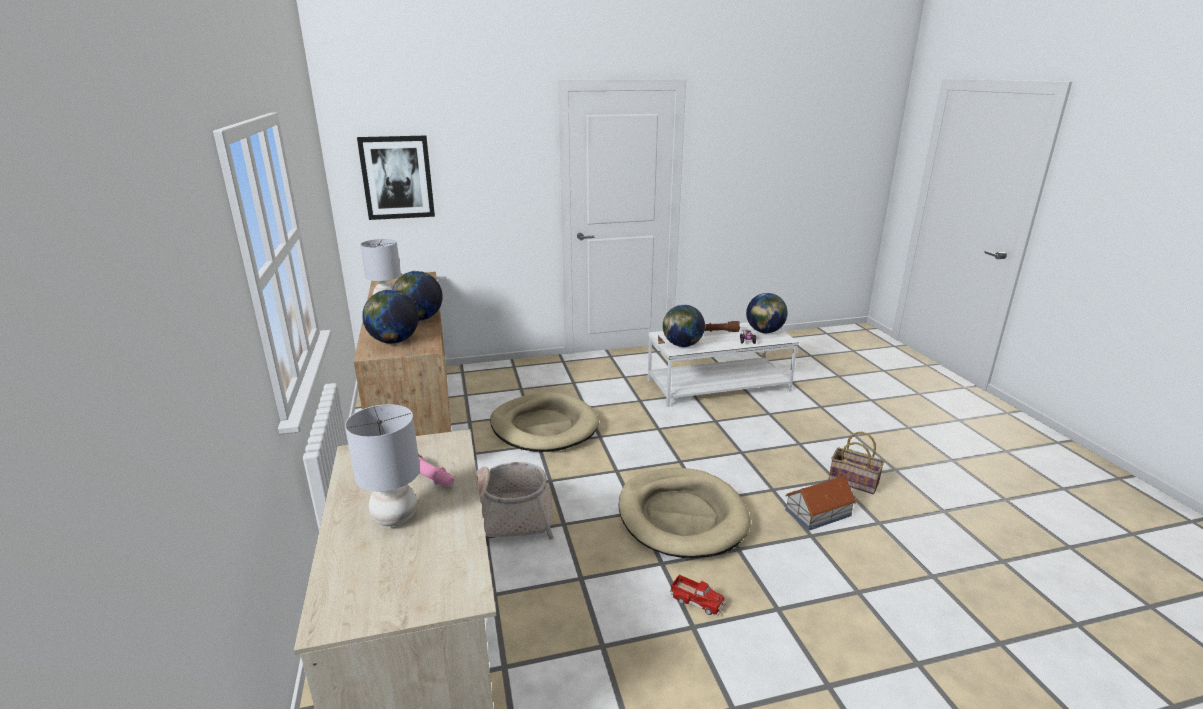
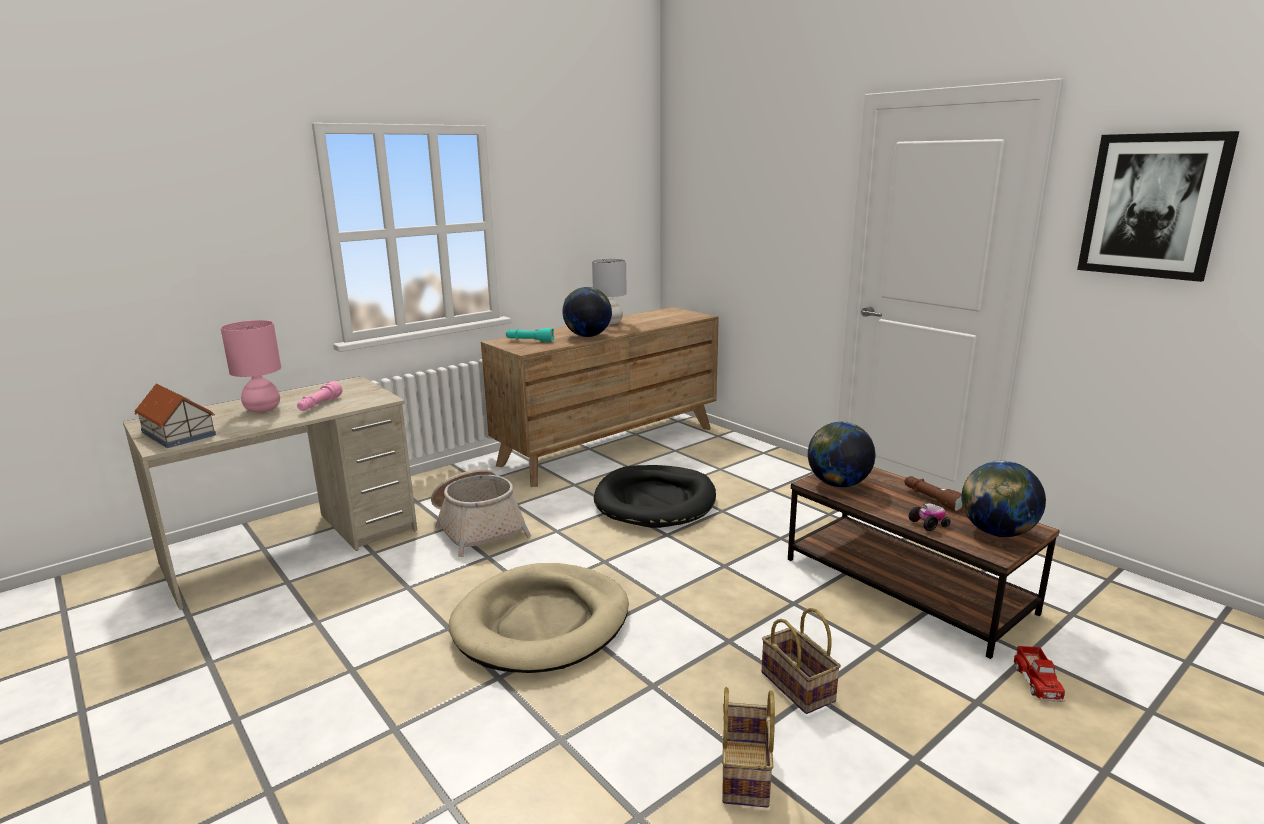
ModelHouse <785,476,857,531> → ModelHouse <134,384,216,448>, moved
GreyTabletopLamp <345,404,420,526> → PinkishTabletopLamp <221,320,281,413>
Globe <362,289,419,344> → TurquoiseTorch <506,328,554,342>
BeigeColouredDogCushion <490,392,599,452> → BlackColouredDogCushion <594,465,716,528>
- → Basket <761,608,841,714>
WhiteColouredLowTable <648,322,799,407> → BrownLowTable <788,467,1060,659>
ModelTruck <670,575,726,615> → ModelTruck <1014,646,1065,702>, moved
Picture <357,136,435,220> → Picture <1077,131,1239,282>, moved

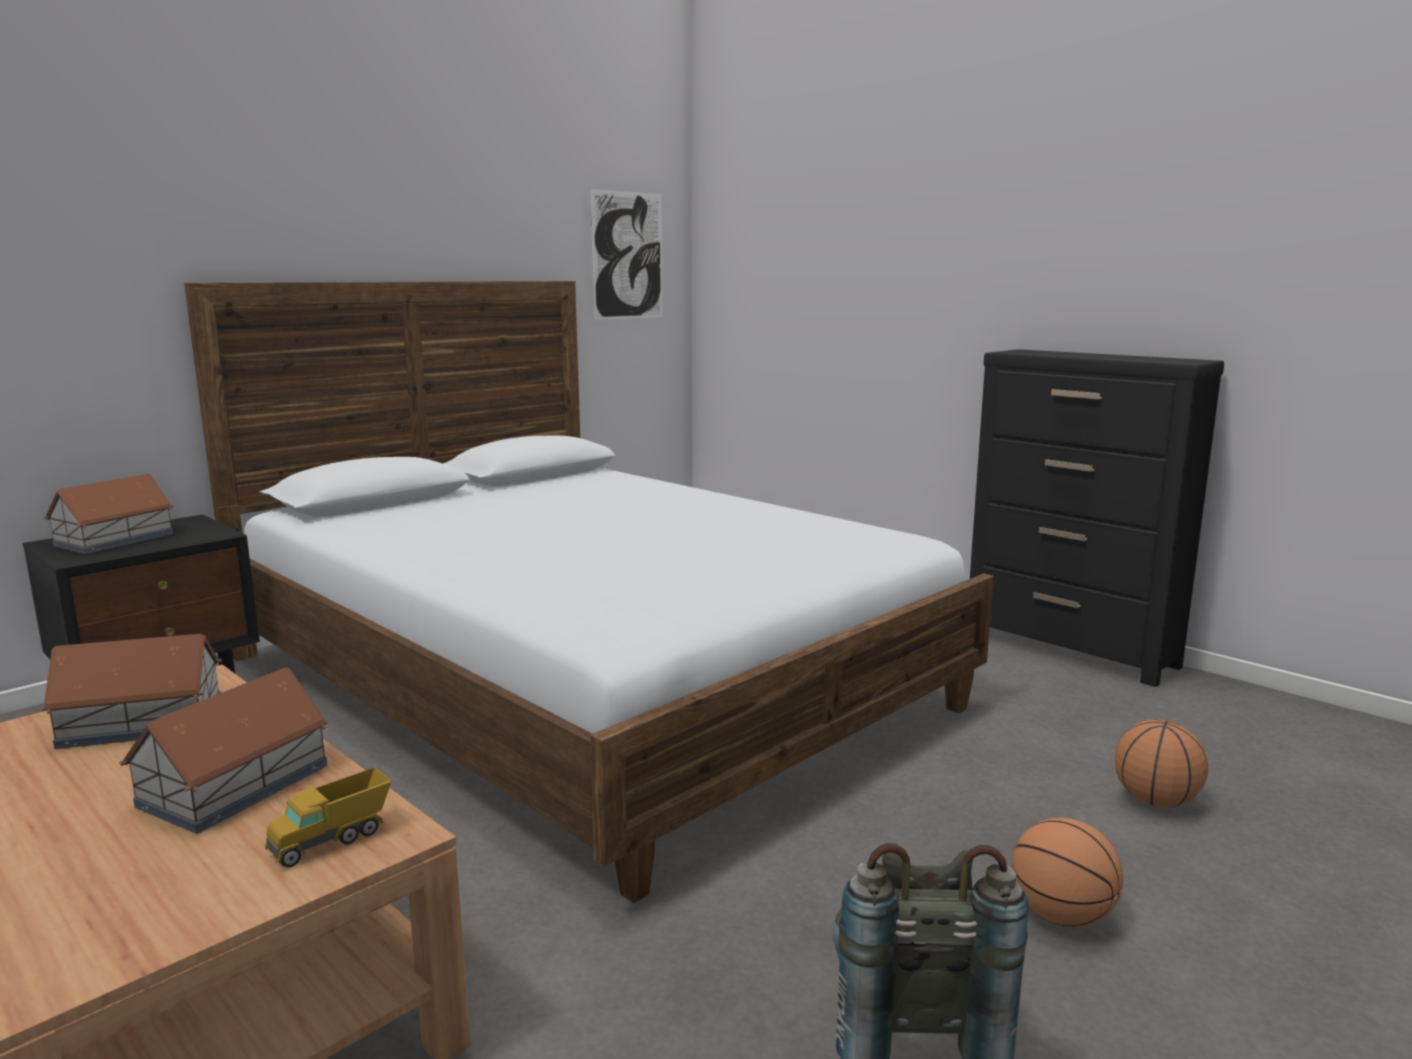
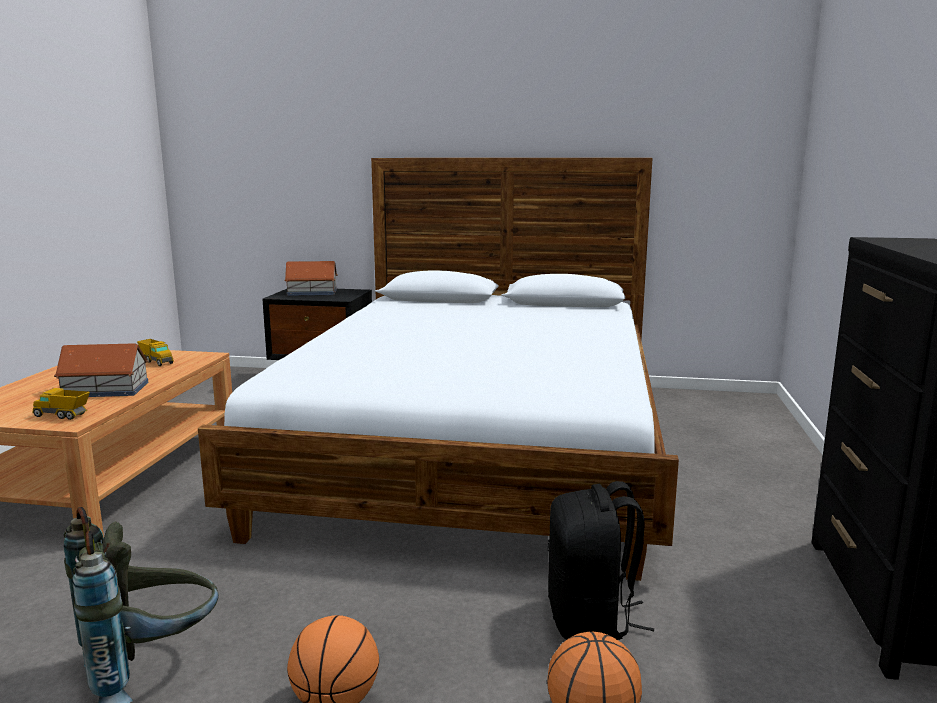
ModelHouse <41,634,222,749> → ModelTruck <137,339,174,366>
- → BlackColouredBackpack <548,481,654,640>
Picture <590,189,663,320> → -

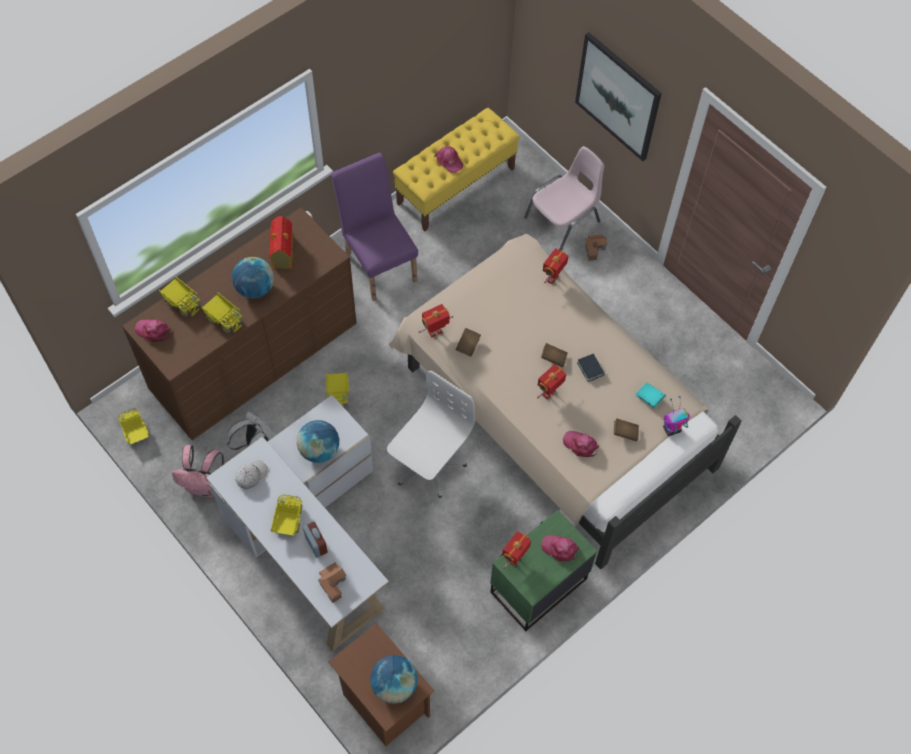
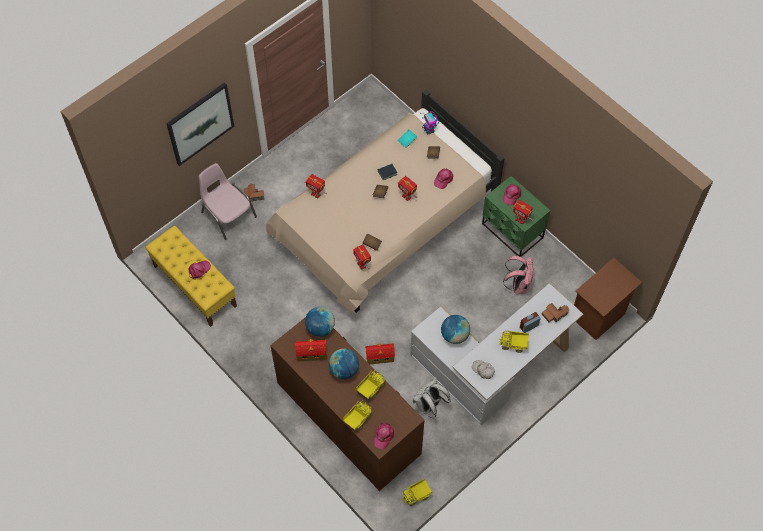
Globe <370,655,418,704> → Globe <305,307,335,337>, moved
ModelTruck <326,372,349,406> → ModelHouse <365,343,395,364>
PinkishBackpack <172,445,224,497> → PinkishBackpack <503,255,533,294>, moved
PurplishPlainChair <331,153,418,301> → -
WhiteColouredDeskChair <387,371,475,498> → -

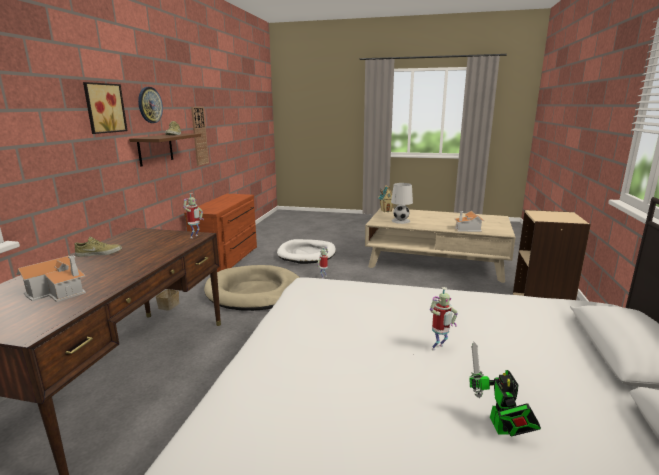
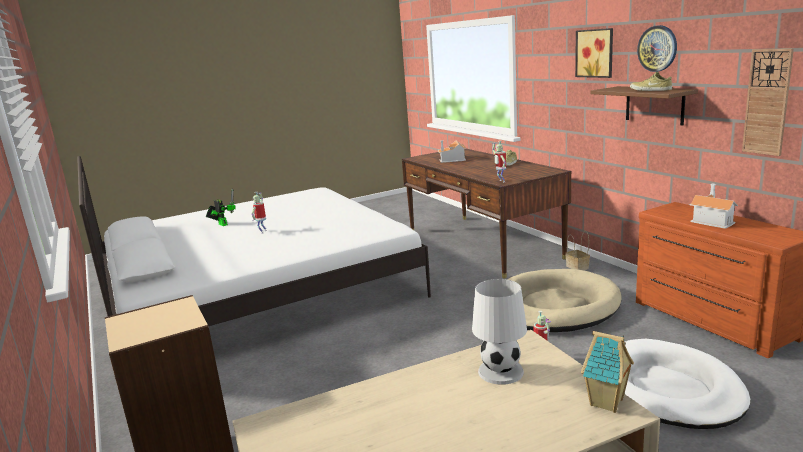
ModelHouse <455,211,484,232> → ModelHouse <689,184,738,229>, moved

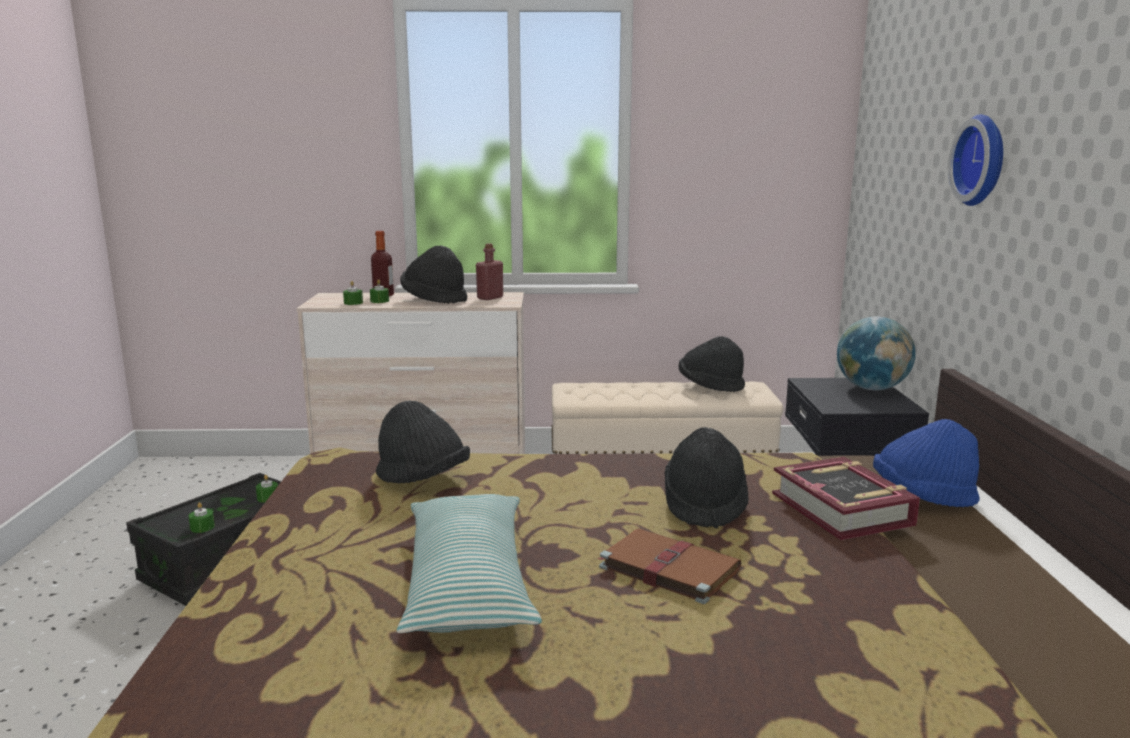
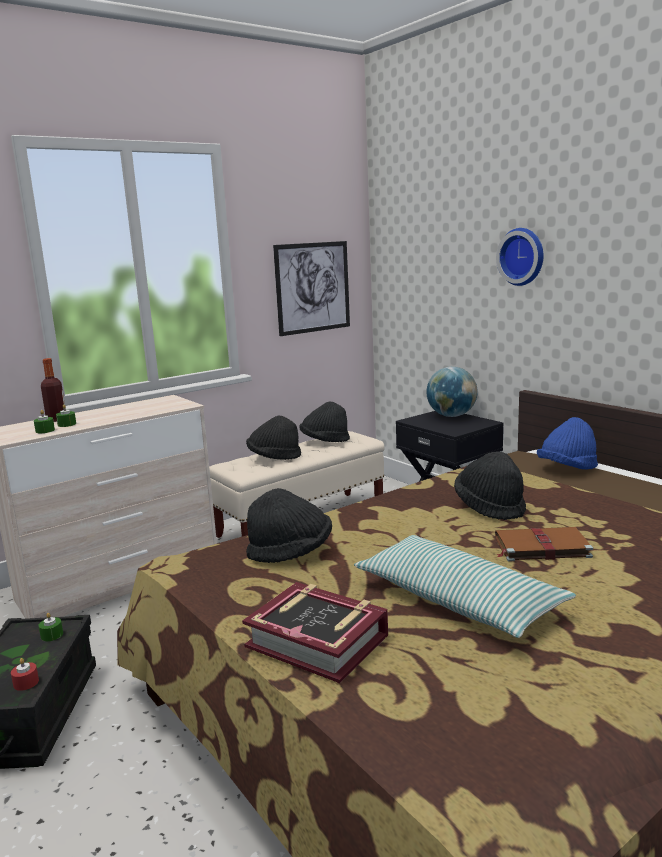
GreenColouredCandle <189,503,215,533> → RedColouredCandle <11,658,39,691>
Volume <772,457,920,540> → Volume <242,582,388,683>, moved
BlackColouredClothingHat <400,246,467,304> → BlackColouredClothingHat <246,416,301,460>, moved
- → Picture <273,241,350,336>
RedColouredDrinkBottle <476,243,503,300> → -

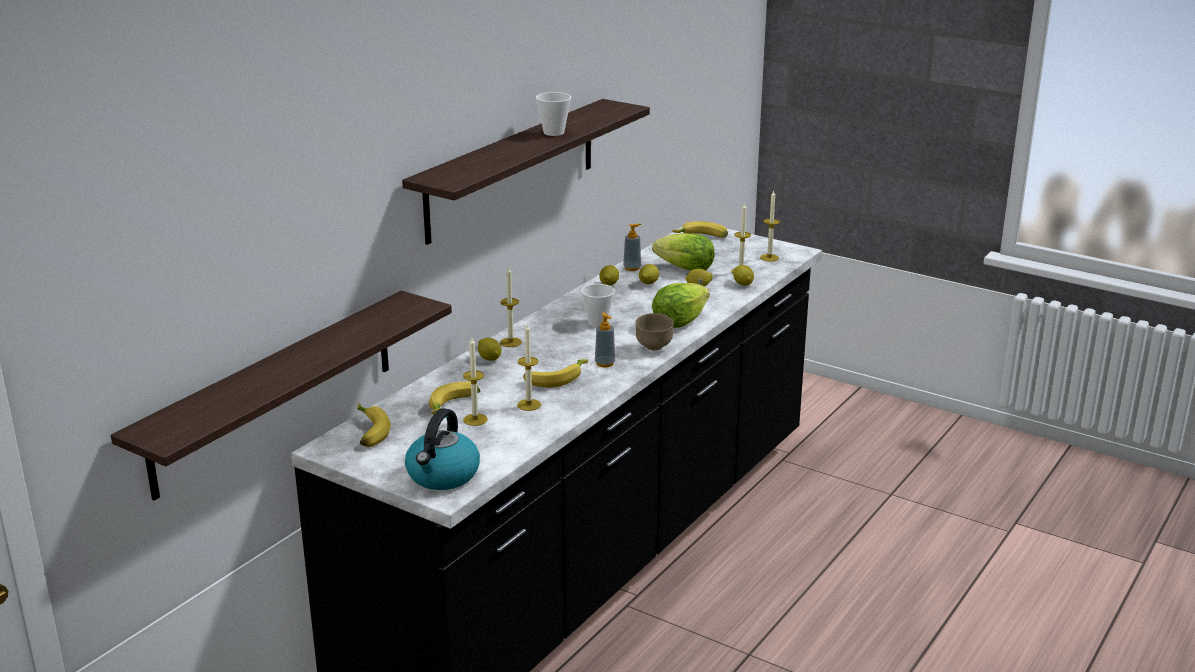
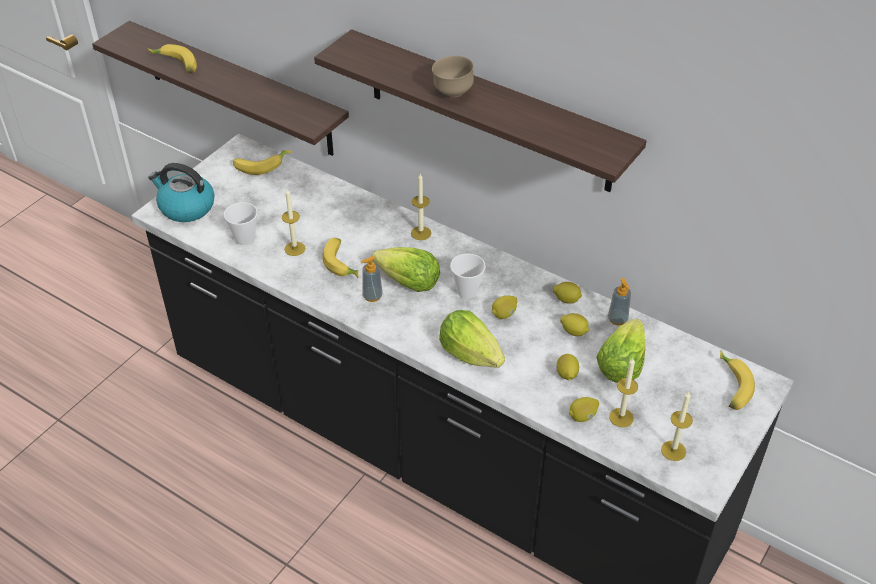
WholeBanana <429,382,480,414> → WholeBanana <148,44,197,73>, moved
SmallCup <536,92,571,136> → SmallCup <224,202,258,245>, moved
- → Lettuce <372,247,440,292>
BrownBowl <635,313,674,351> → BrownBowl <432,56,474,97>, moved
Lemon <478,338,501,361> → Lemon <492,295,518,319>, moved
Candle <463,338,488,426> → -

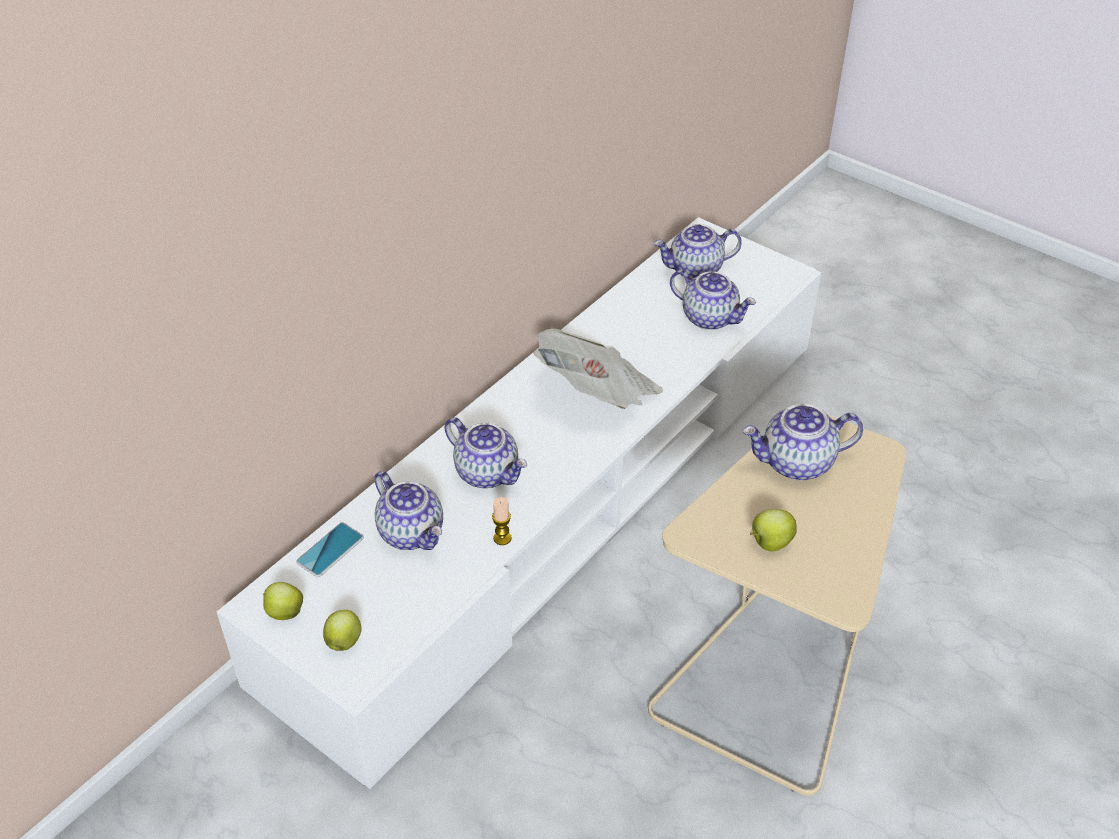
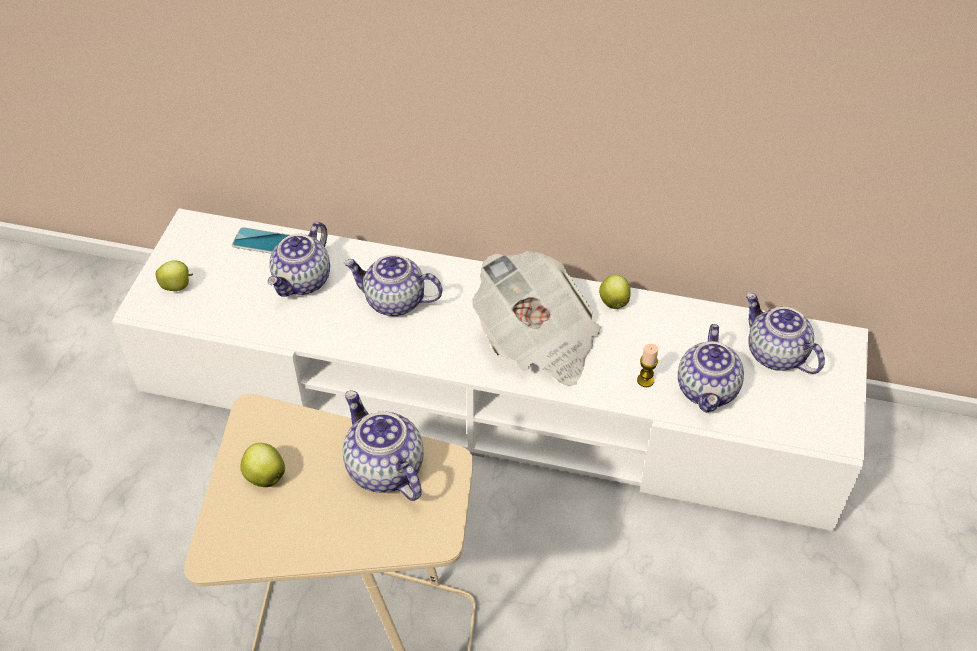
Teapot <444,417,527,488> → Teapot <344,254,443,316>, 90 degrees clockwise
WholeApple <263,582,303,620> → WholeApple <599,275,631,309>, moved
Candle <492,497,512,545> → Candle <637,344,658,387>, moved

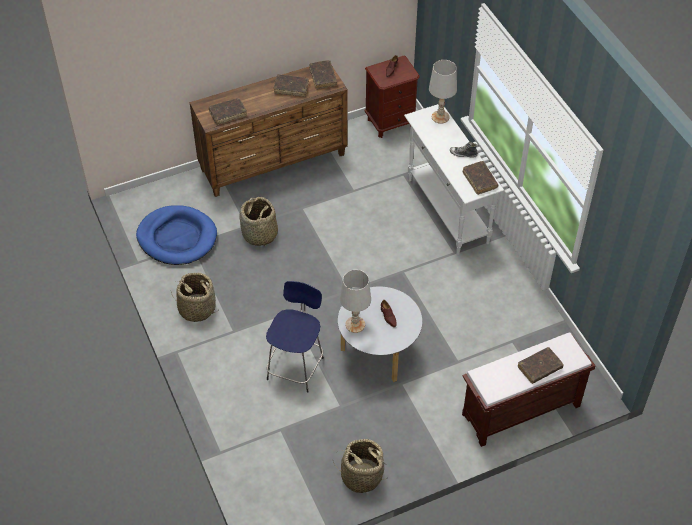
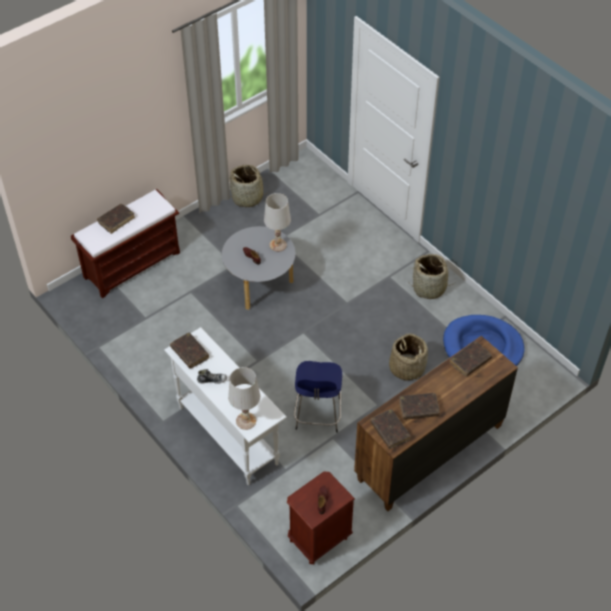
BlueStool <266,281,324,393> → BlueStool <294,361,342,433>, moved

